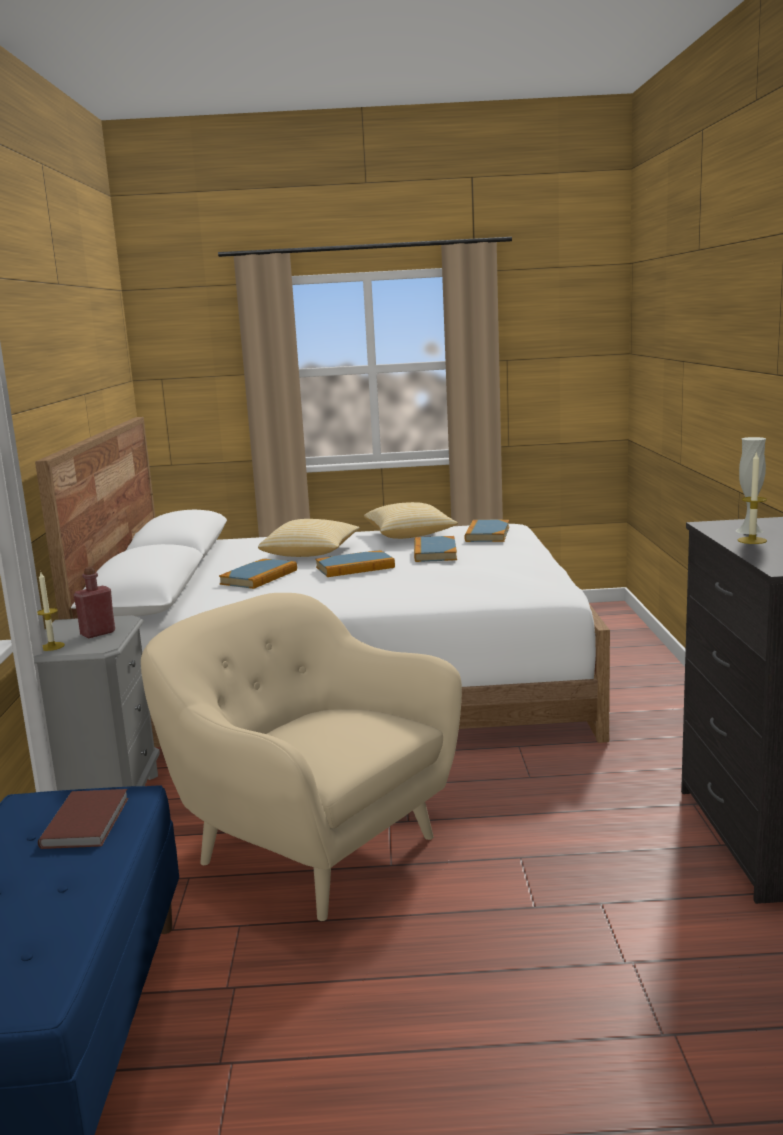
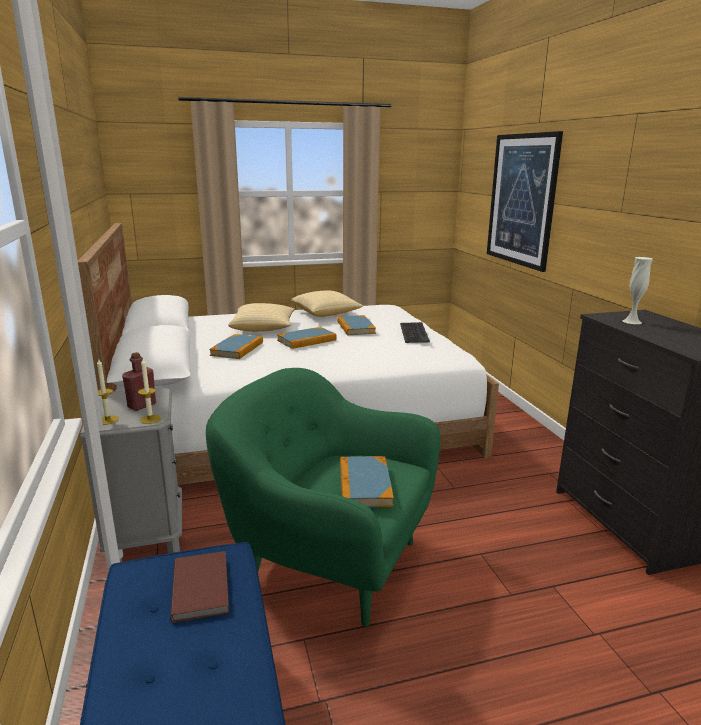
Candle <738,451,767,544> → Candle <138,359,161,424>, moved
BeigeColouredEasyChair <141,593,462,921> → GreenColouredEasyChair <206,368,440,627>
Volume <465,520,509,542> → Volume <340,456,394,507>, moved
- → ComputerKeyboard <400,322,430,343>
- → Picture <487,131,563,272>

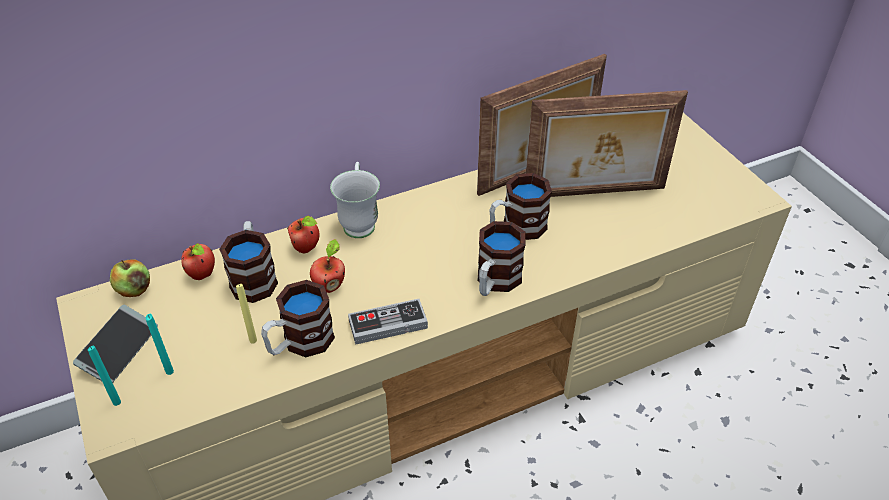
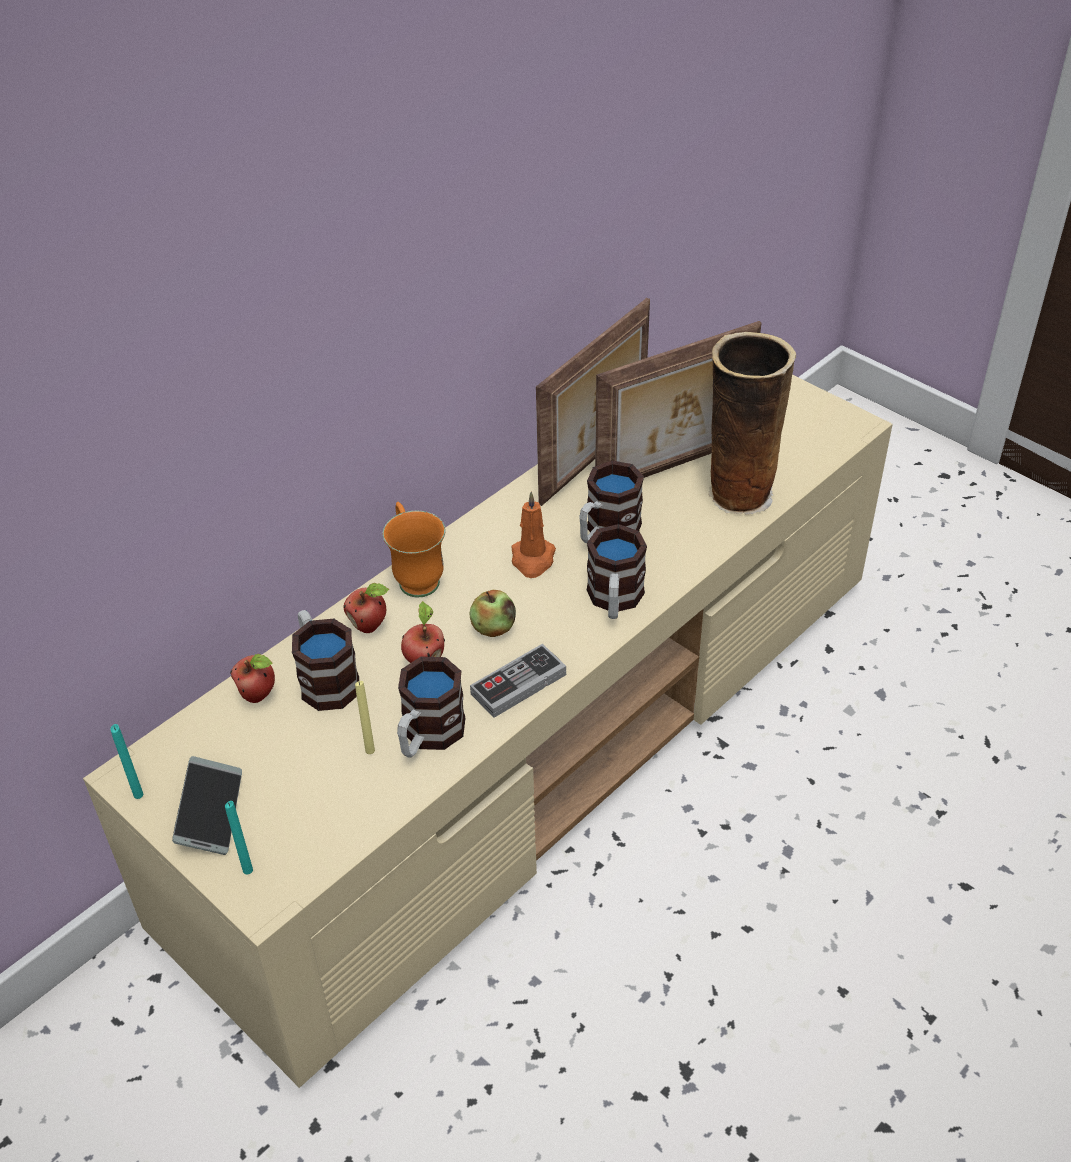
TurquoiseCandle <146,314,174,375> → TurquoiseCandle <111,724,143,799>, moved
WhiteColouredCoffeeMug <330,162,380,238> → OrangeCoffeeMug <383,502,446,597>
WholeApple <110,260,150,297> → WholeApple <470,590,516,637>, moved
- → OrangeCandle <512,492,556,578>
- → FlowerVase <708,332,796,514>

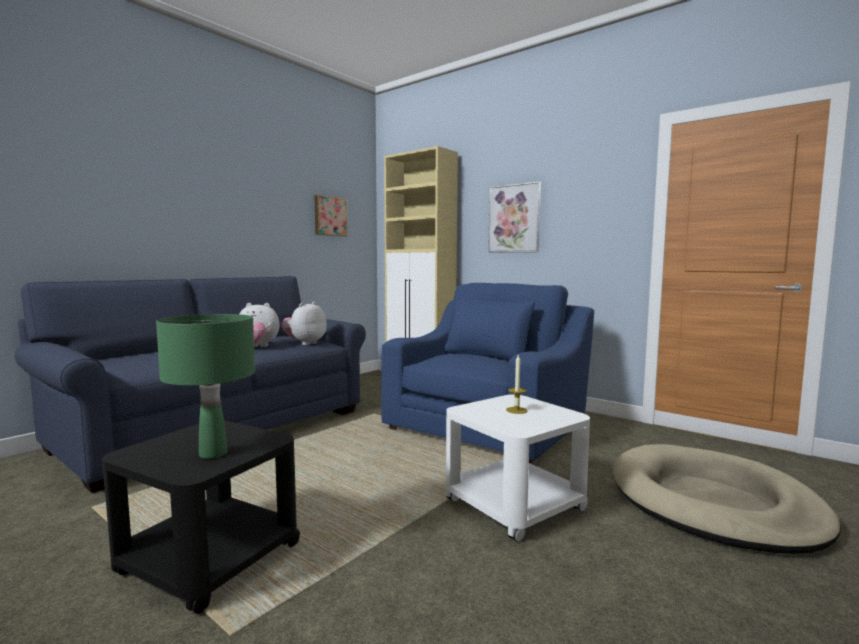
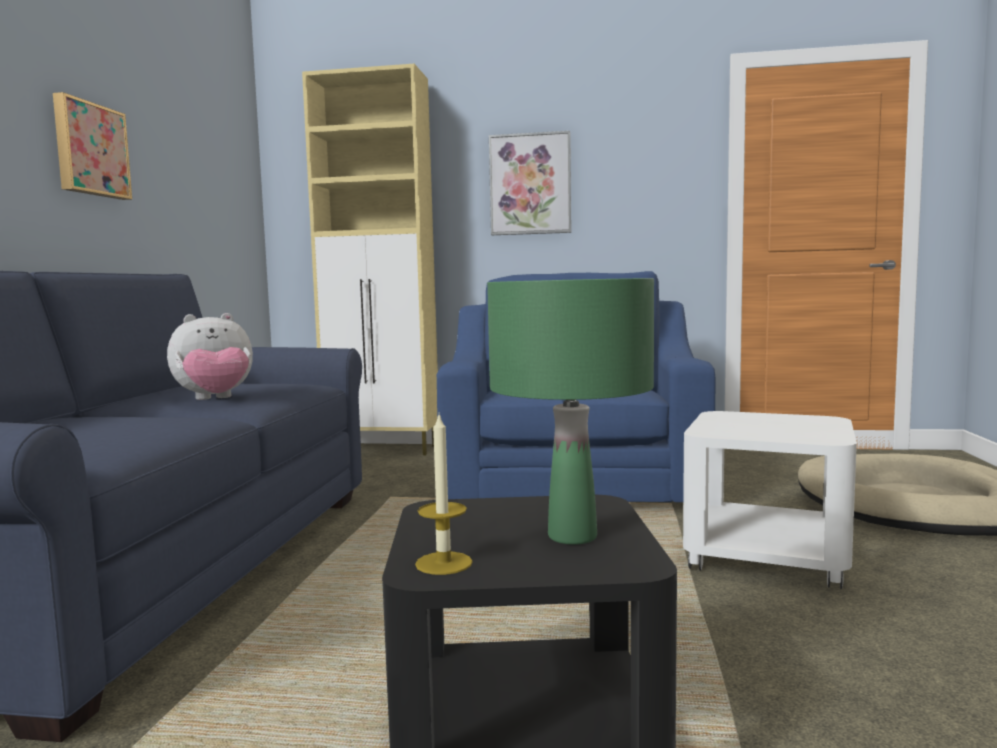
Picture <314,195,348,236> → Picture <53,92,132,200>, moved
Candle <506,355,528,414> → Candle <415,415,472,575>, moved
SoftToy <281,302,327,345> → -

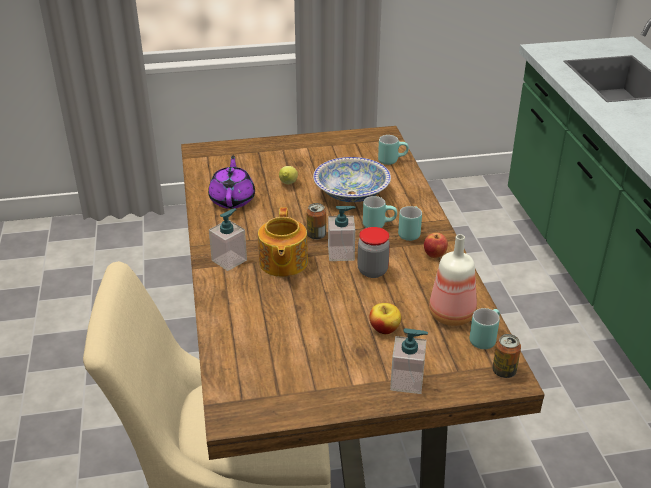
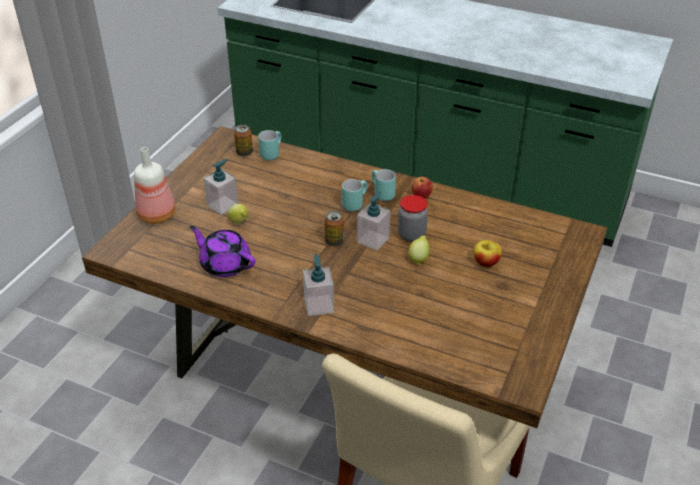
DrinkBottle <429,234,477,326> → DrinkBottle <134,147,176,224>, moved
SoapDispenser <390,328,428,394> → SoapDispenser <203,159,239,215>, moved
SealedCan <492,334,521,378> → SealedCan <234,125,253,156>, moved
- → Lemon <408,235,430,265>
Teapot <258,208,308,277> → -
Bowl <313,157,391,202> → -
TurquoiseCoffeeMug <470,308,500,349> → -

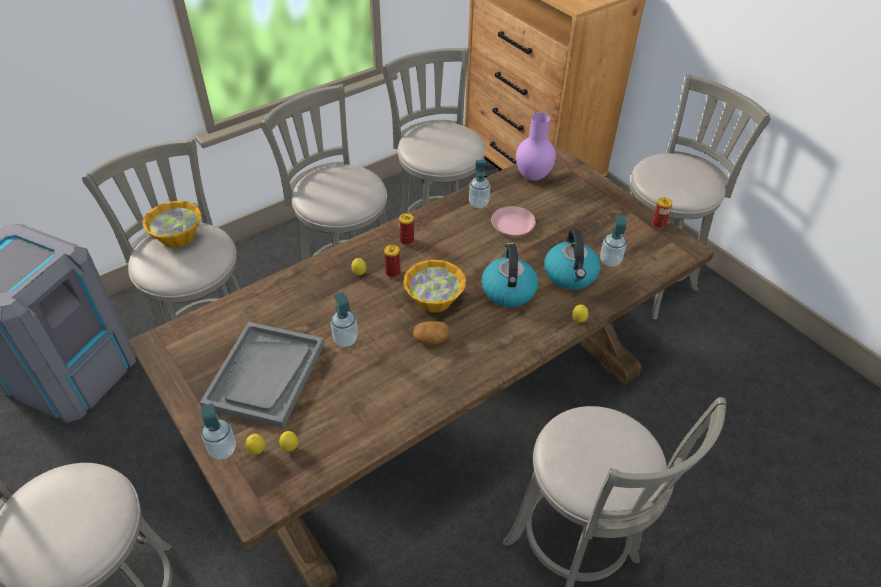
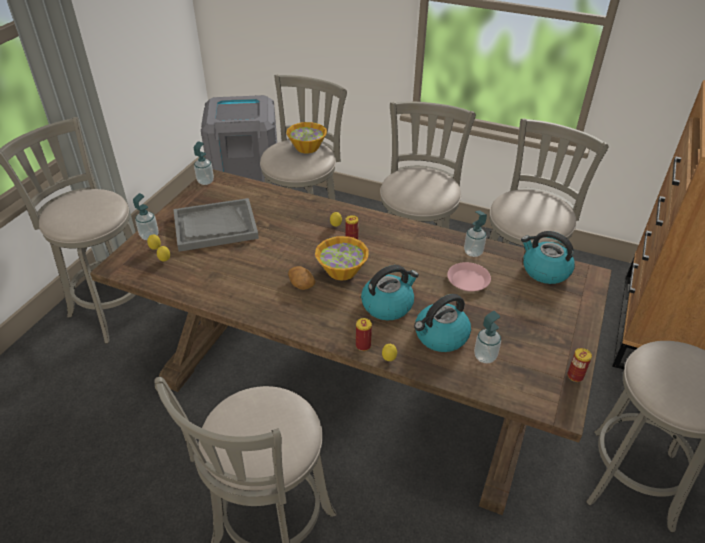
SoapDispenser <331,292,358,347> → SoapDispenser <194,141,214,185>, moved
SealedCan <399,213,414,245> → SealedCan <356,318,372,351>, moved
PurplishFlowerVase <516,113,556,181> → Kettle <521,231,575,284>

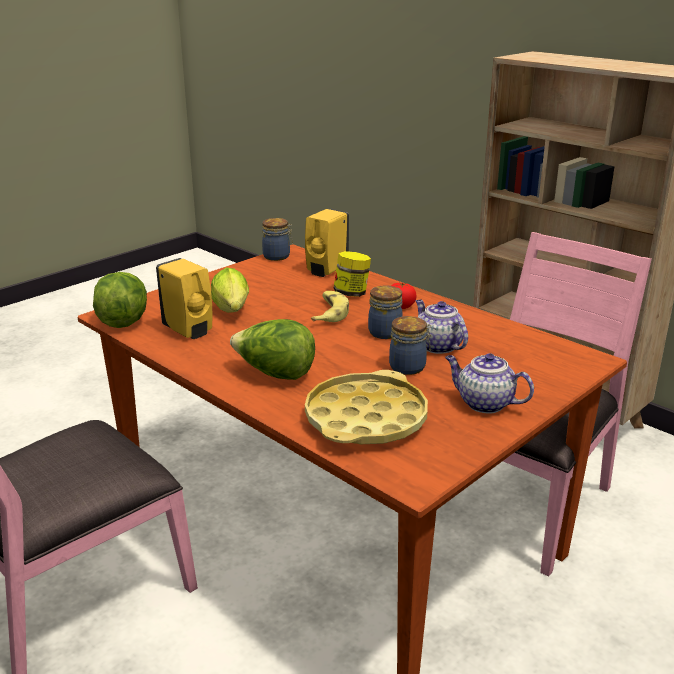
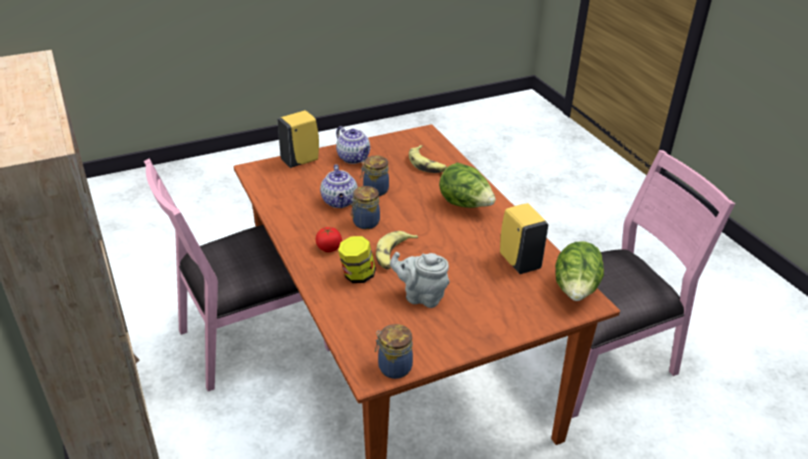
YellowColouredSoapDispenser <305,208,349,277> → YellowColouredSoapDispenser <277,110,319,168>, moved
- → GreyTeapot <390,252,450,308>
YellowColouredTray <305,370,428,444> → WholeBanana <409,145,447,173>
Lettuce <211,268,249,313> → -

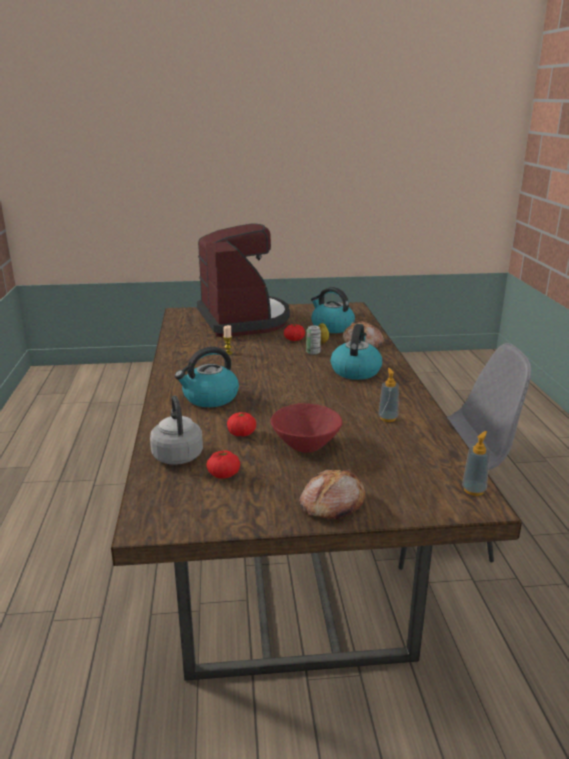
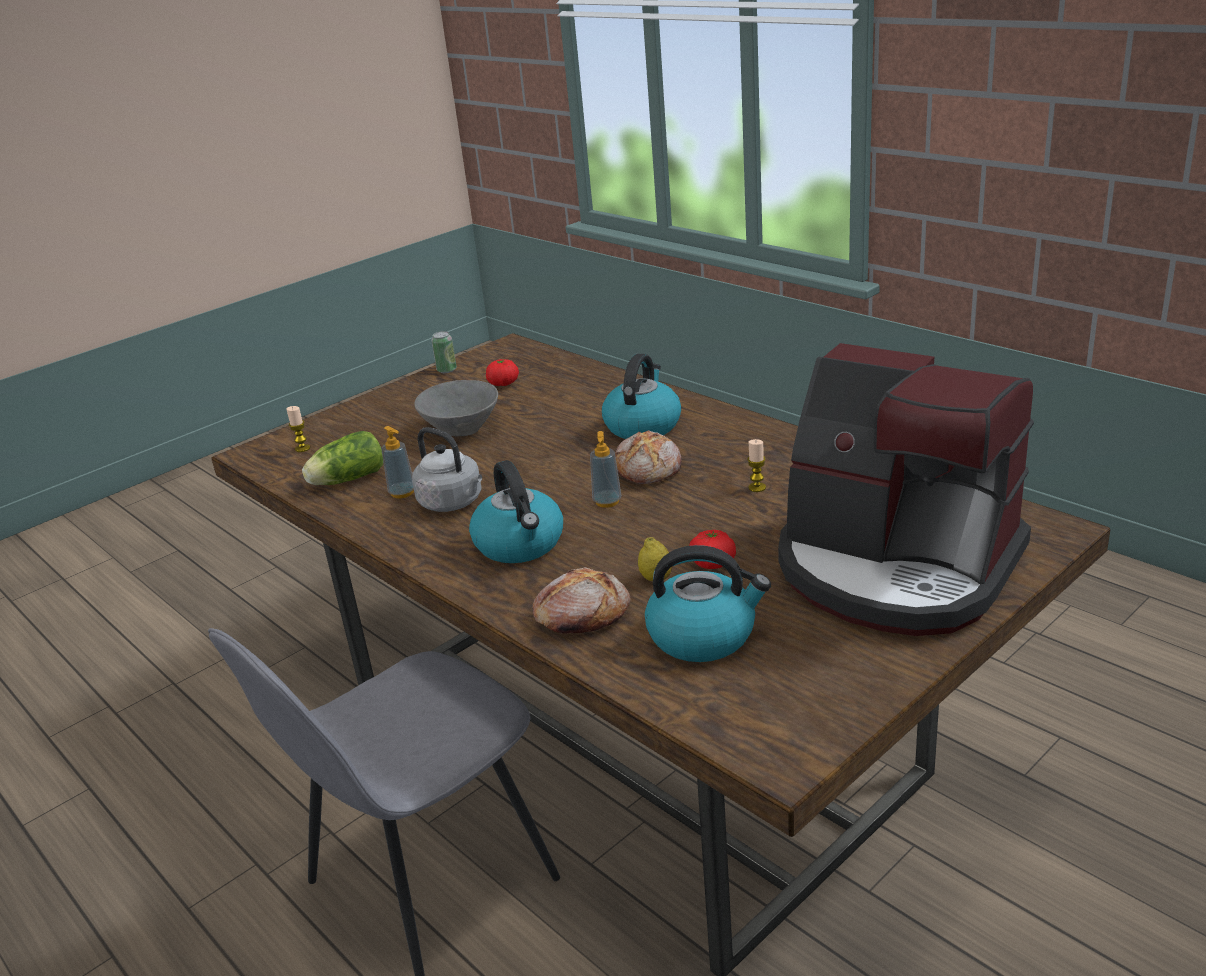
- → Candle <286,406,310,452>
- → Lettuce <302,431,383,485>
GreyKettle <150,395,203,465> → GreyKettle <412,427,482,512>, moved
RedColouredBowl <271,403,342,453> → GreyBowl <414,380,498,436>
SealedCan <306,326,321,355> → SealedCan <431,331,457,373>, moved
SoapDispenser <462,431,490,496> → SoapDispenser <590,431,621,508>, moved
Bread <299,469,365,519> → Bread <615,430,682,484>, moved
Tomato <227,412,256,437> → -

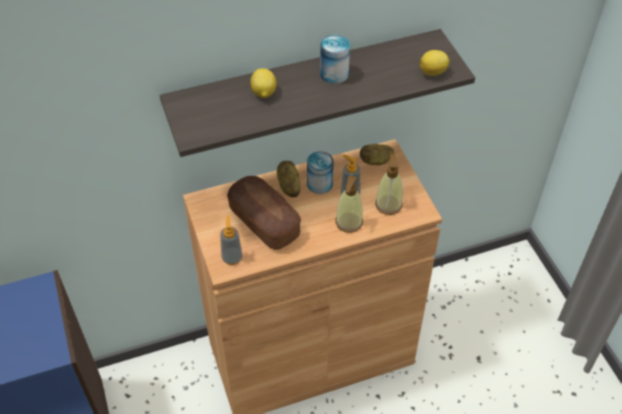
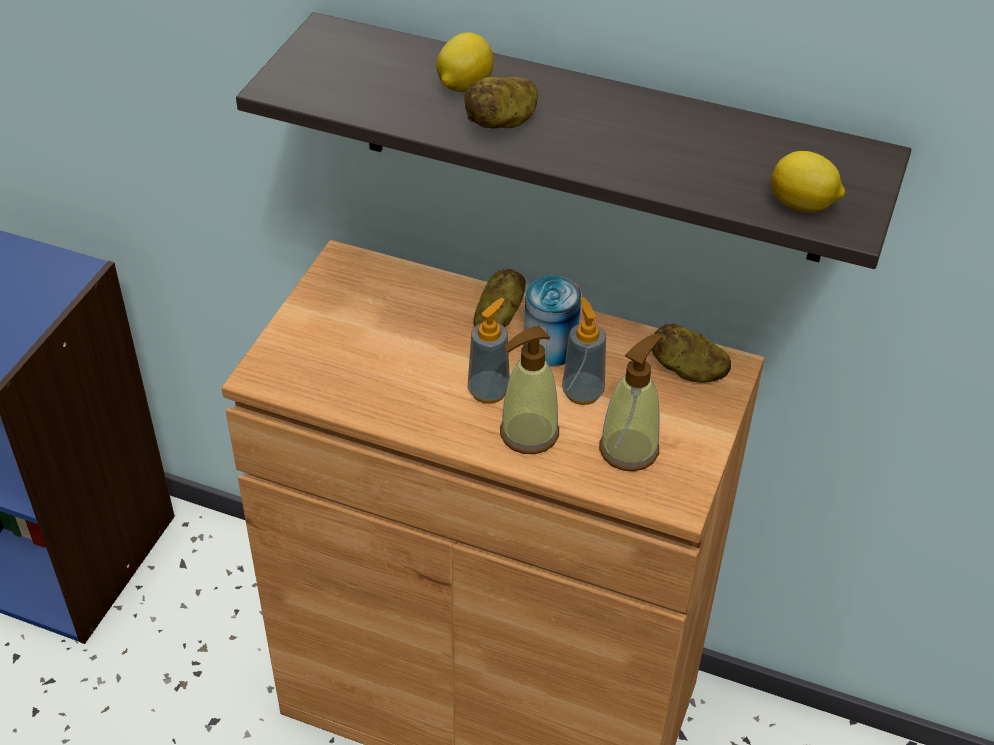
- → WholePotato <464,77,538,128>
SoapDispenser <220,215,243,265> → SoapDispenser <467,298,510,404>, moved
Bread <227,176,301,250> → -
SealedCan <320,35,350,84> → -

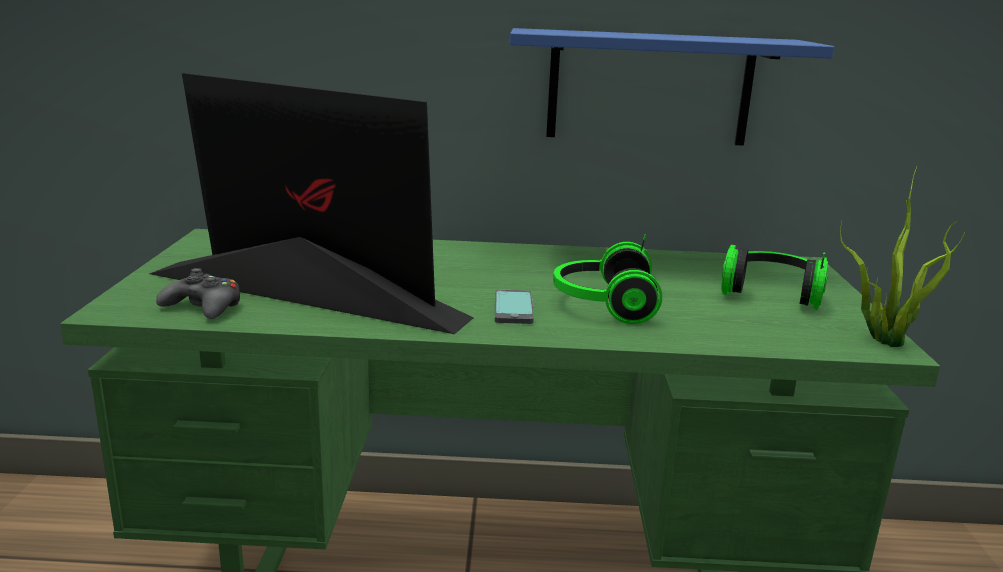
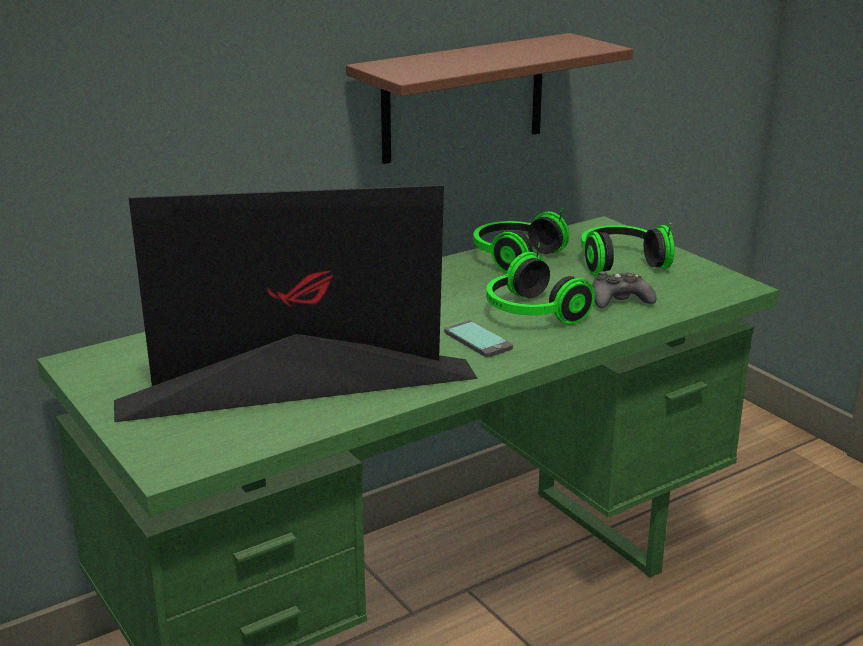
BlueBracketShelf <510,28,834,146> → BrownBracketShelf <346,33,633,164>
- → Headphones <473,208,569,274>
BlackColouredJoypad <156,268,240,319> → BlackColouredJoypad <592,271,656,308>, moved
PlantInAPot <840,167,965,347> → -

